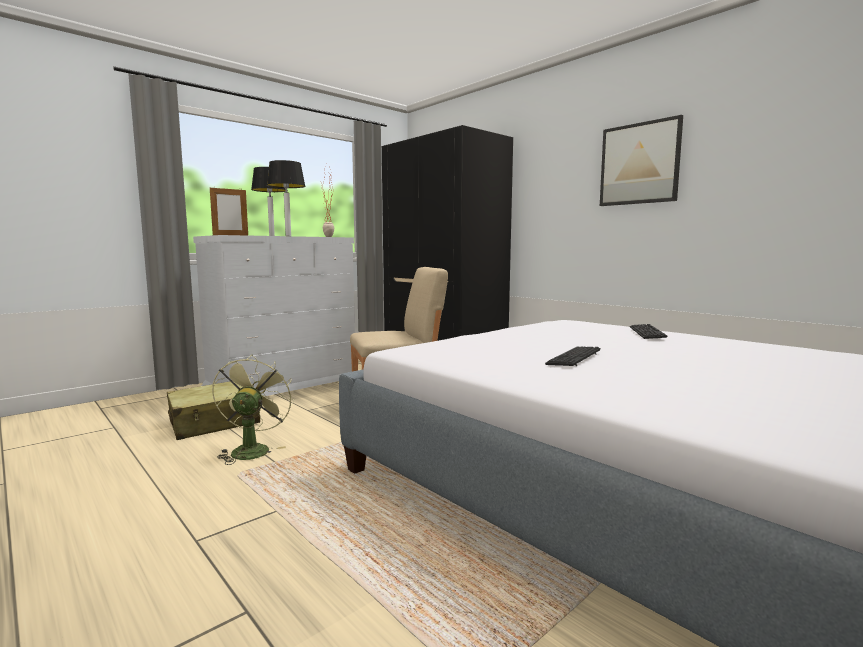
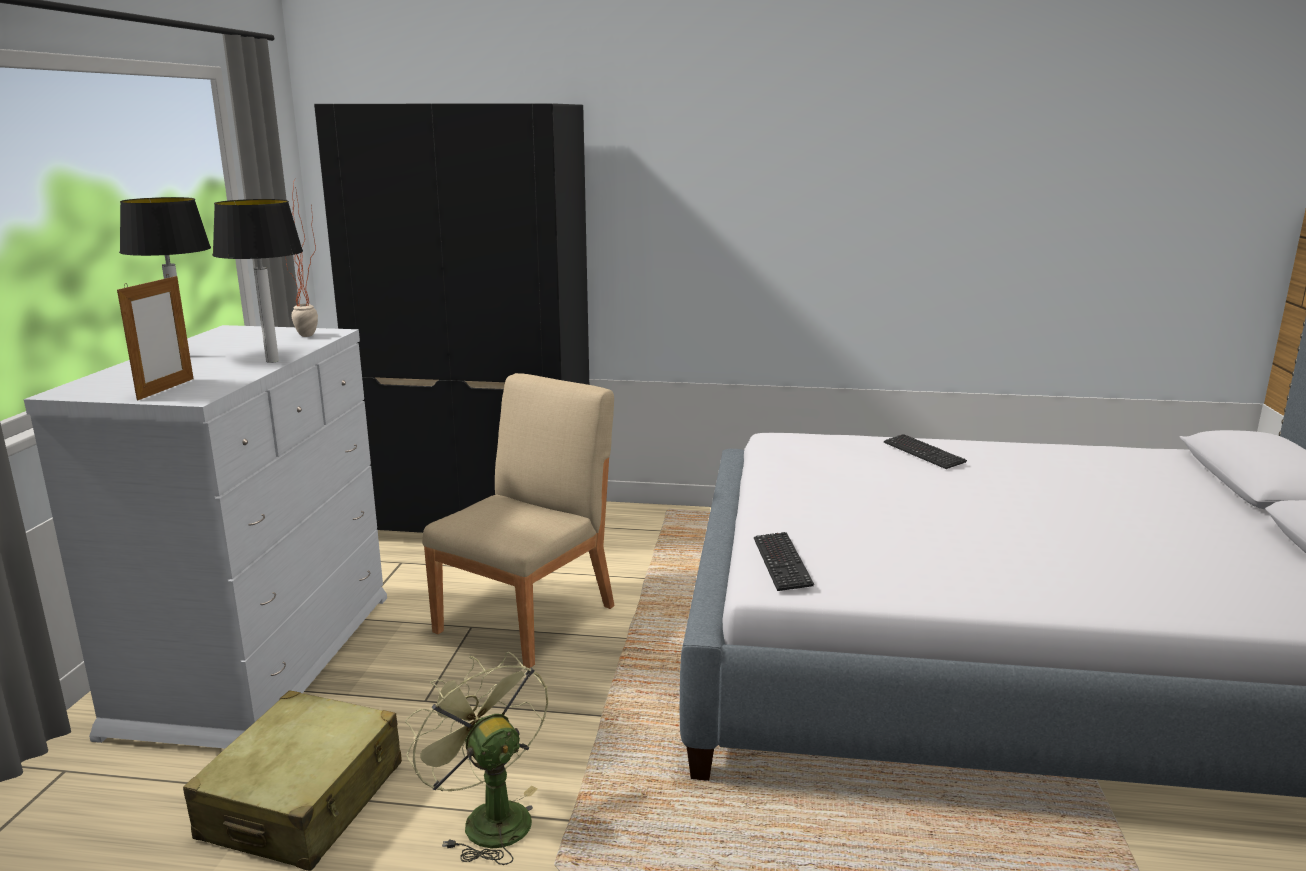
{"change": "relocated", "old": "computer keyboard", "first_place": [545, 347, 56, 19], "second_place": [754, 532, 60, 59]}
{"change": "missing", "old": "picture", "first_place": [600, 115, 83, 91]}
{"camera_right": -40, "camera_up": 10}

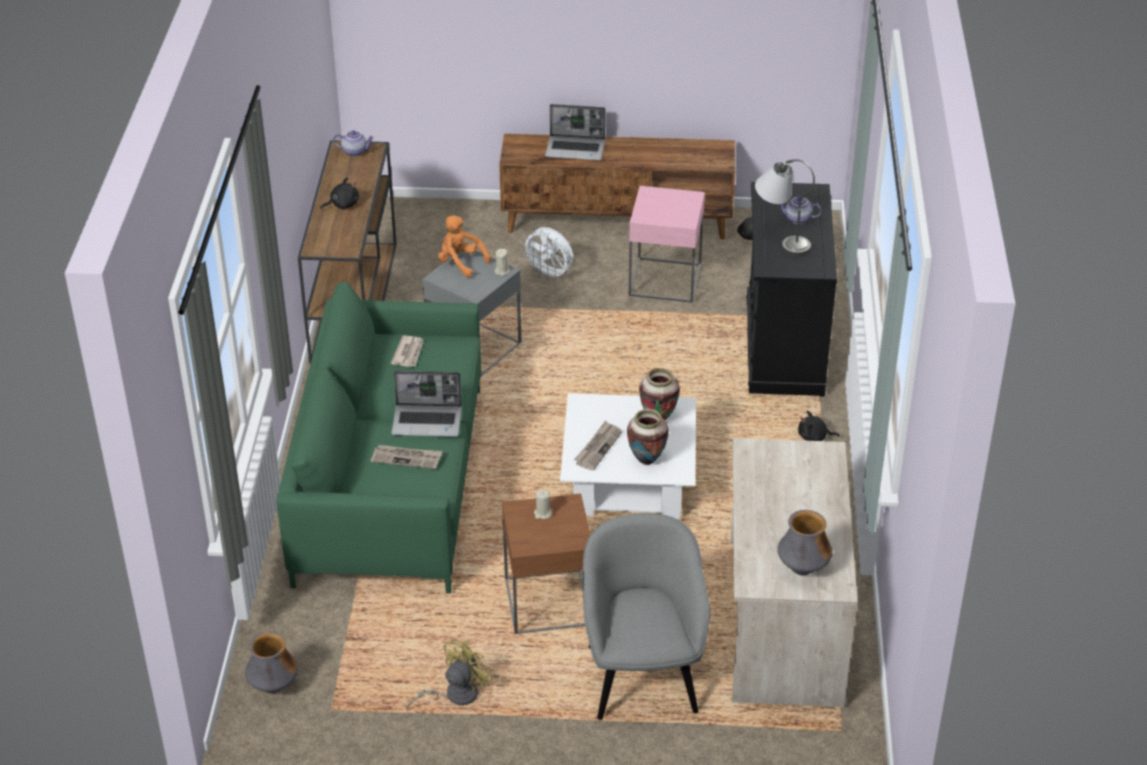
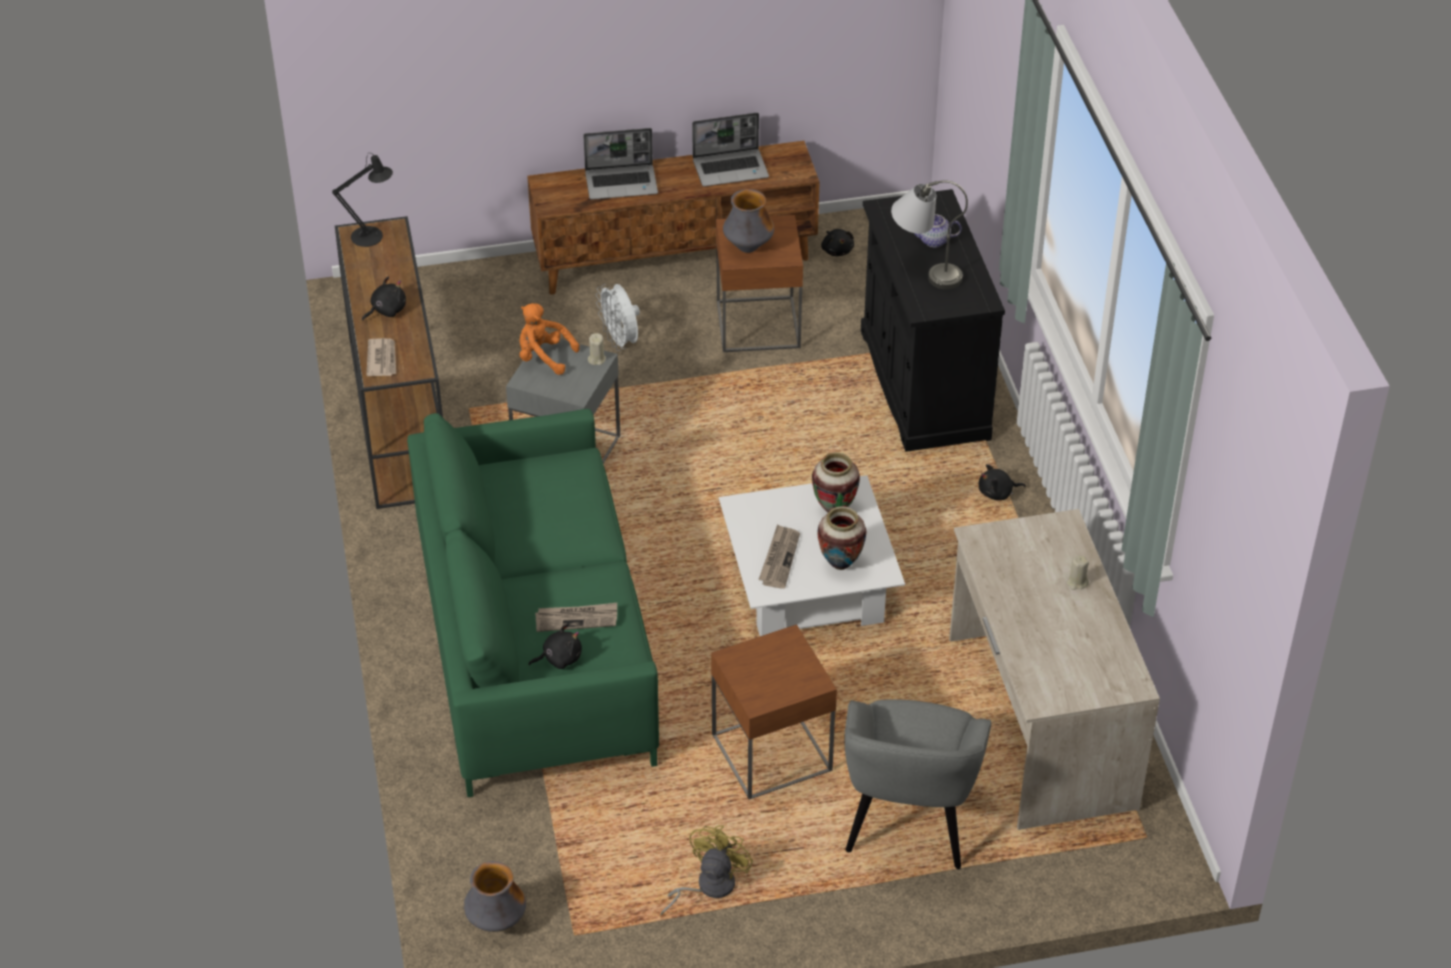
{"change": "exchanged", "old": "tea pot", "new": "lamp for a table/blackish", "first_place": [333, 130, 42, 27], "second_place": [332, 153, 61, 94]}
{"change": "relocated", "old": "printed paper", "first_place": [391, 335, 33, 32], "second_place": [366, 338, 30, 38]}
{"change": "relocated", "old": "laptop", "first_place": [391, 371, 71, 66], "second_place": [692, 113, 77, 74]}
{"change": "spun", "old": "fan/whitish", "first_place": [521, 227, 52, 54], "second_place": [596, 284, 44, 67], "degrees": 45}
{"change": "relocated", "old": "candle/beige", "first_place": [534, 489, 18, 30], "second_place": [1067, 555, 22, 35]}
{"change": "spun", "old": "easy chair/greyish", "first_place": [583, 513, 127, 207], "second_place": [844, 699, 147, 171], "degrees": -150}
{"change": "colour", "old": "accent table/pink", "new": "accent table/brownish", "first_place": [628, 186, 77, 117], "second_place": [716, 215, 87, 137]}
{"change": "relocated", "old": "vase", "first_place": [777, 510, 56, 65], "second_place": [723, 189, 51, 64]}
{"change": "appeared", "new": "soft toy/blackish", "second_place": [528, 624, 54, 45]}
{"camera_right": -15, "camera_up": 5}

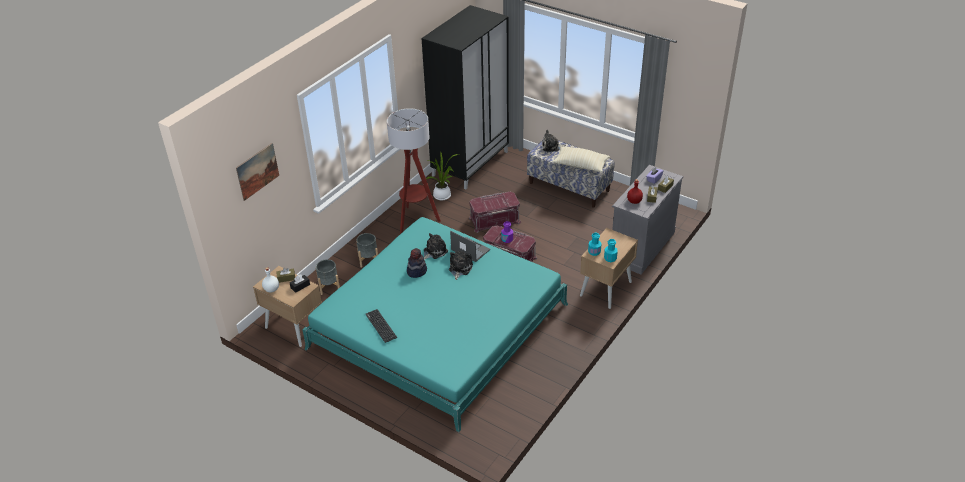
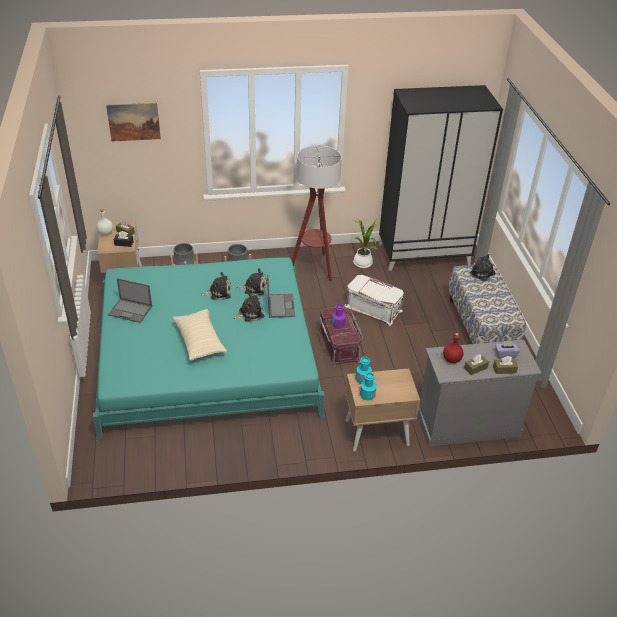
{"change": "exchanged", "old": "computer keyboard", "new": "laptop", "first_place": [365, 309, 32, 34], "second_place": [108, 278, 44, 45]}
{"change": "exchanged", "old": "wearable hat", "new": "soft toy", "first_place": [407, 248, 20, 30], "second_place": [201, 272, 30, 28]}
{"change": "colour", "old": "storage box/red", "new": "storage box/whitish", "first_place": [469, 192, 52, 41], "second_place": [345, 275, 59, 52]}
{"change": "relocated", "old": "throw pillow/beige", "first_place": [553, 146, 57, 26], "second_place": [172, 309, 55, 51]}
{"camera_right": 45, "camera_up": 0}

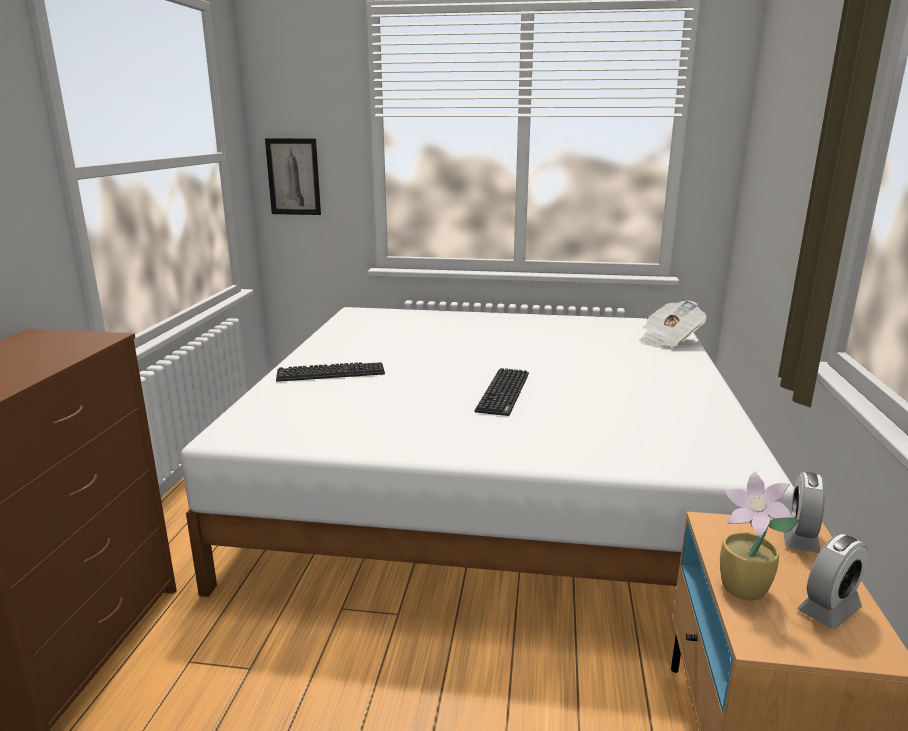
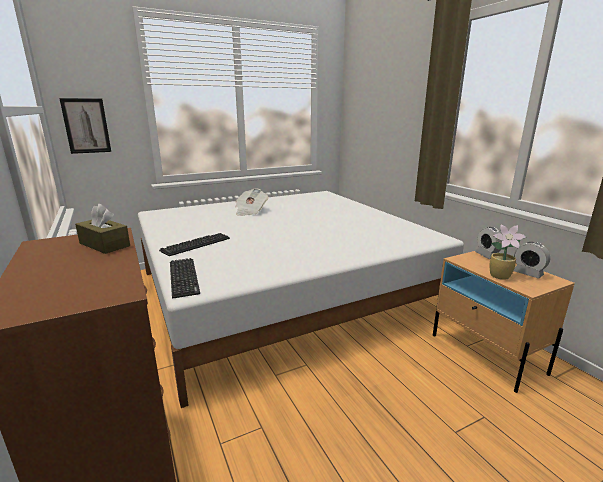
{"change": "relocated", "old": "computer keyboard", "first_place": [475, 368, 54, 48], "second_place": [170, 258, 30, 40]}
{"change": "relocated", "old": "printed paper", "first_place": [639, 301, 68, 46], "second_place": [235, 188, 33, 28]}
{"change": "spun", "old": "table clock", "first_place": [797, 534, 71, 95], "second_place": [514, 242, 37, 36], "degrees": 120}
{"change": "appeared", "new": "tissue holder/brownish", "second_place": [75, 204, 55, 50]}
{"camera_right": -35, "camera_up": 0}

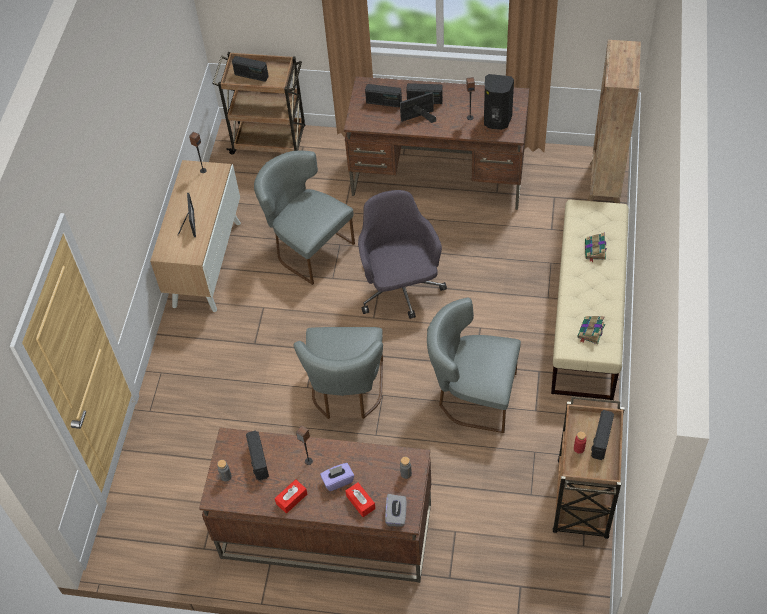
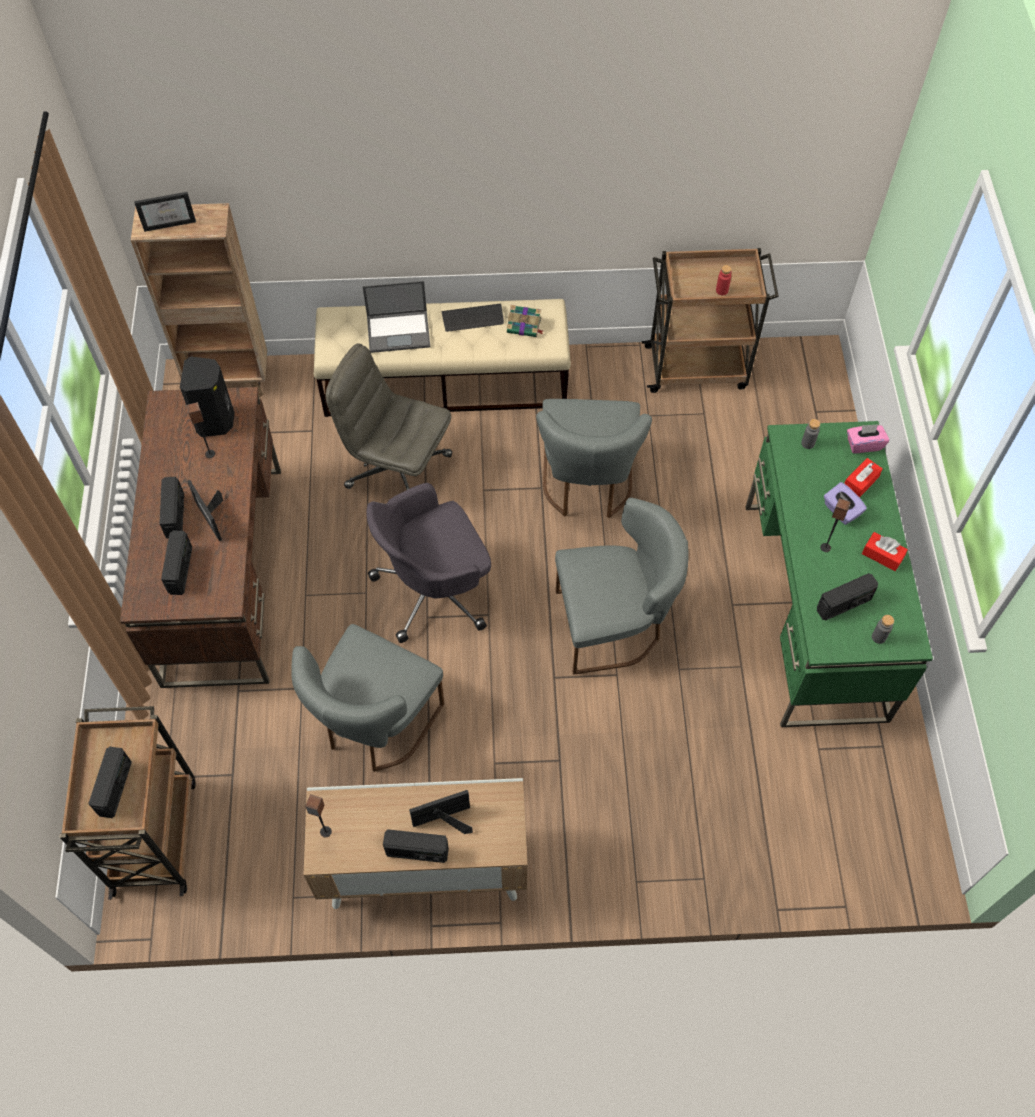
{"change": "colour", "old": "desk table/brownish", "new": "desk table/green", "first_place": [199, 428, 232, 155], "second_place": [746, 421, 187, 306]}
{"change": "colour", "old": "tissue holder/greyish", "new": "tissue holder/pink", "first_place": [385, 494, 21, 33], "second_place": [847, 424, 43, 29]}
{"change": "exchanged", "old": "bound book", "new": "laptop", "first_place": [585, 233, 22, 29], "second_place": [363, 281, 68, 72]}
{"change": "relocated", "old": "radio set", "first_place": [591, 410, 23, 50], "second_place": [383, 829, 66, 34]}
{"change": "appeared", "new": "photo frame", "second_place": [134, 192, 62, 40]}
{"change": "appeared", "new": "office chair/greyish", "second_place": [326, 343, 126, 147]}
{"change": "appeared", "new": "computer keyboard", "second_place": [442, 304, 62, 28]}
{"camera_right": -105, "camera_up": 5}

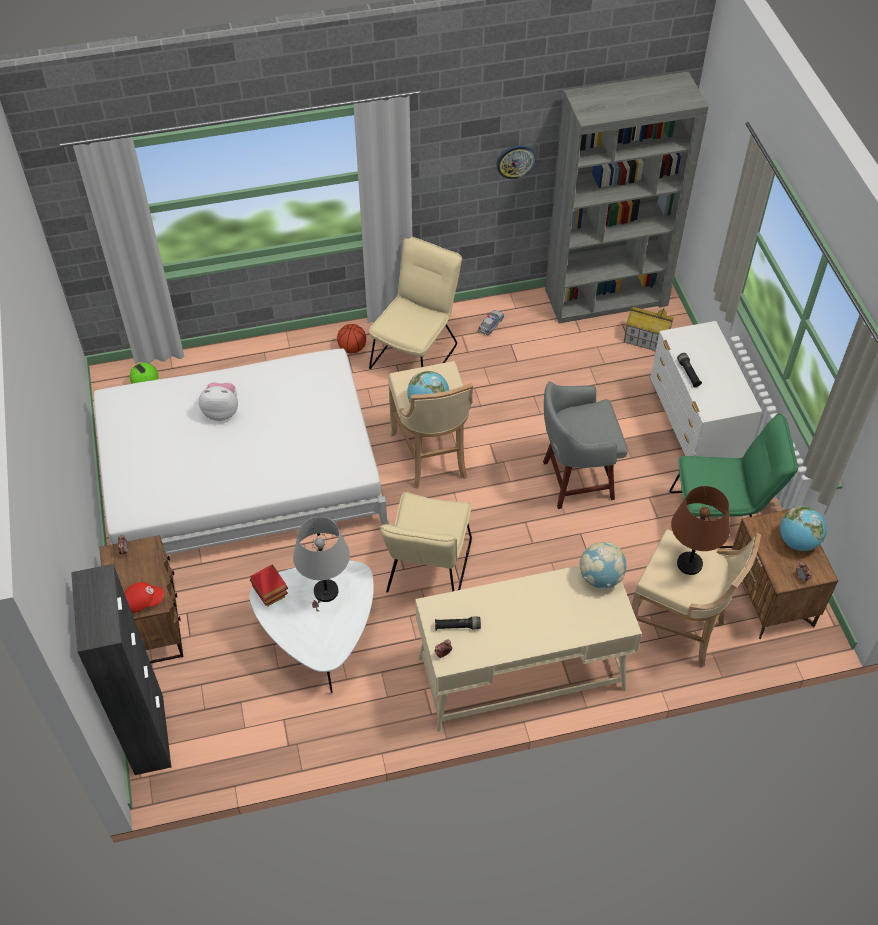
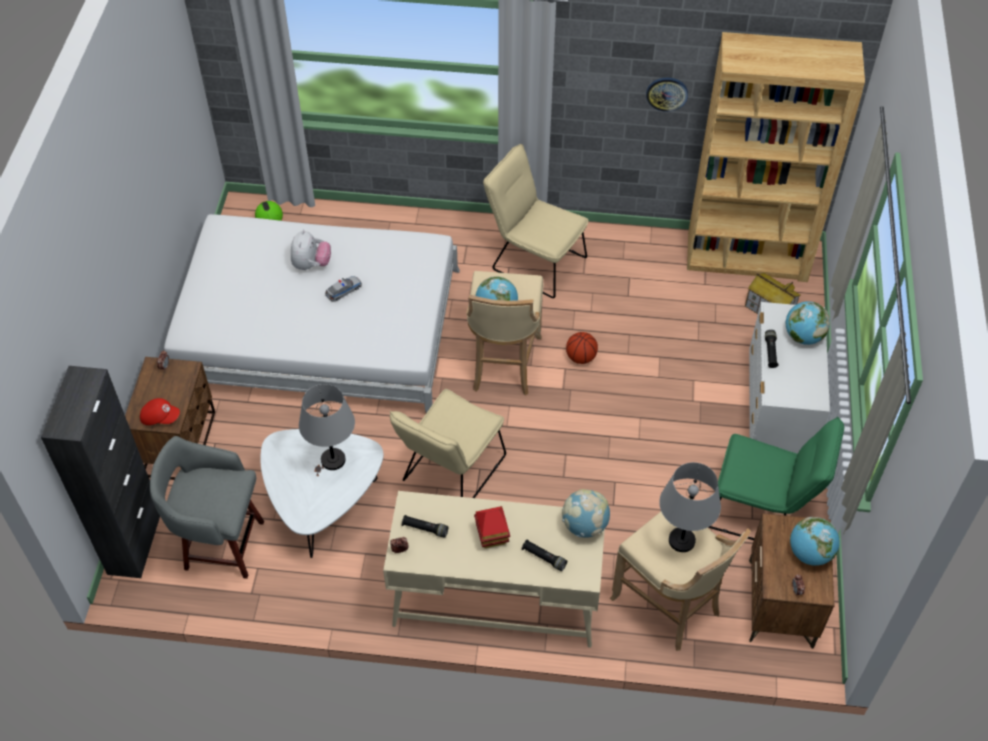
{"change": "spun", "old": "soft toy", "first_place": [199, 382, 39, 39], "second_place": [291, 230, 40, 40], "degrees": 75}
{"change": "relocated", "old": "miniature house", "first_place": [250, 564, 38, 43], "second_place": [474, 506, 36, 42]}
{"change": "relocated", "old": "basketball ball", "first_place": [337, 324, 29, 29], "second_place": [566, 332, 32, 32]}
{"change": "spun", "old": "plain chair/beige", "first_place": [369, 236, 93, 133], "second_place": [483, 144, 105, 154], "degrees": -105}
{"change": "relocated", "old": "toy car", "first_place": [478, 310, 26, 25], "second_place": [325, 276, 37, 26]}
{"change": "relocated", "old": "stool seat/greyish", "first_place": [543, 381, 85, 128], "second_place": [150, 436, 114, 143]}
{"change": "colour", "old": "bookcase/greyish", "new": "bookcase/brownish", "first_place": [545, 72, 164, 252], "second_place": [687, 32, 178, 250]}
{"change": "colour", "old": "lamp for a table/brownish", "new": "lamp for a table/greyish", "first_place": [671, 486, 59, 89], "second_place": [659, 462, 62, 90]}
{"change": "appeared", "new": "flashlight/blackish", "second_place": [522, 539, 45, 32]}
{"change": "appeared", "new": "globe", "second_place": [786, 301, 44, 44]}
{"camera_right": 20, "camera_up": 0}

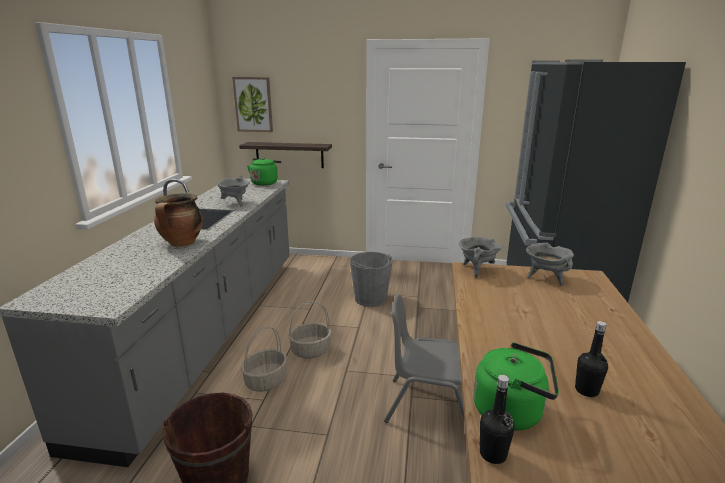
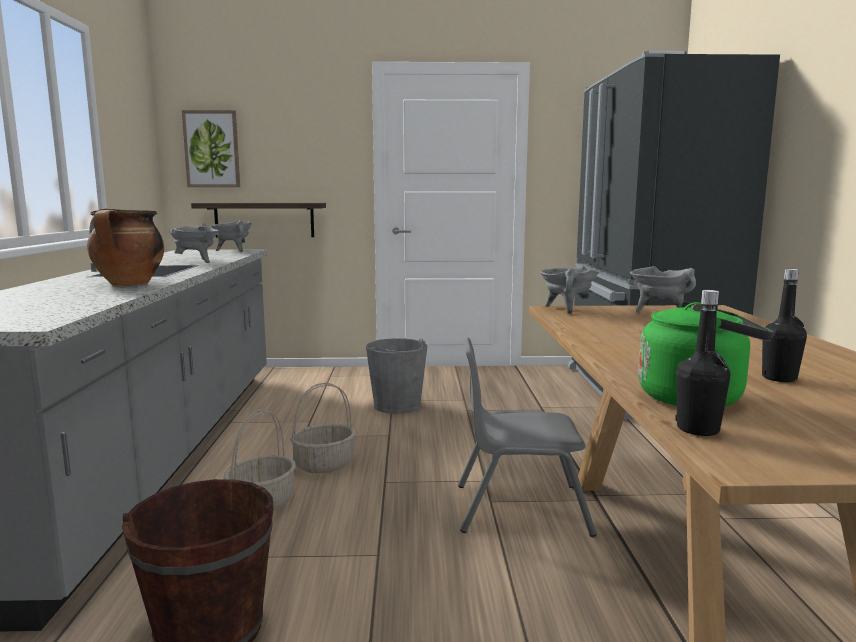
{"change": "exchanged", "old": "kettle/green", "new": "saucepot/greyish", "first_place": [247, 158, 34, 28], "second_place": [210, 220, 42, 32]}
{"camera_right": -10, "camera_up": -10}

